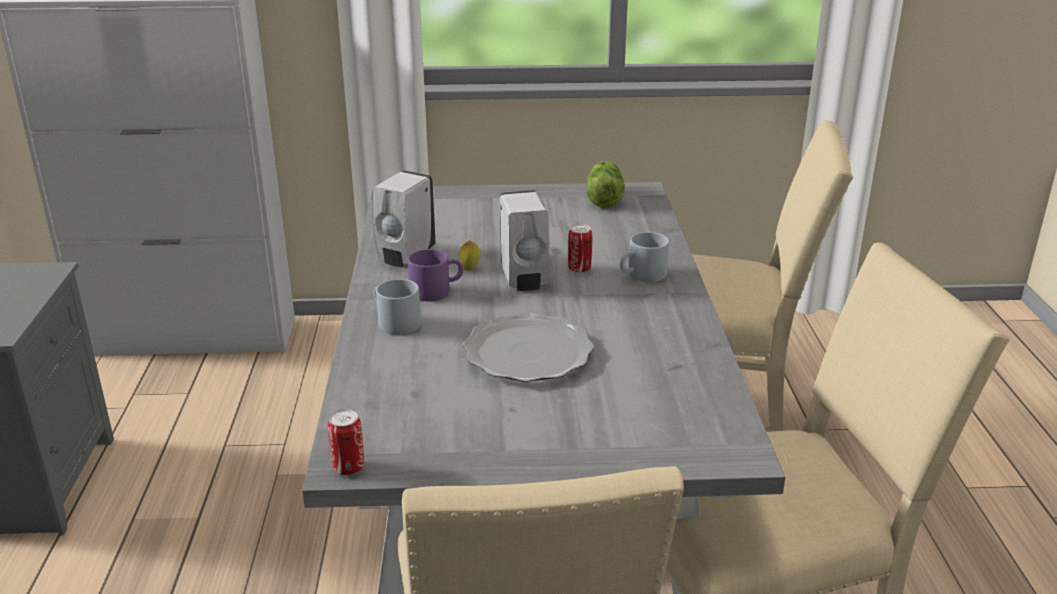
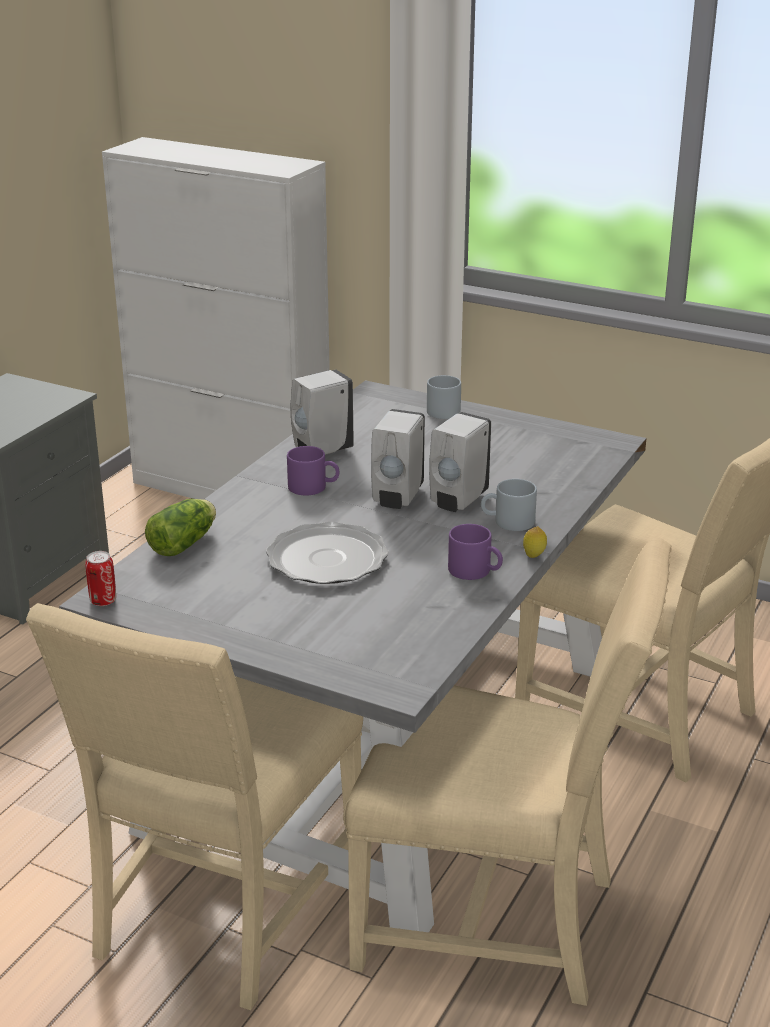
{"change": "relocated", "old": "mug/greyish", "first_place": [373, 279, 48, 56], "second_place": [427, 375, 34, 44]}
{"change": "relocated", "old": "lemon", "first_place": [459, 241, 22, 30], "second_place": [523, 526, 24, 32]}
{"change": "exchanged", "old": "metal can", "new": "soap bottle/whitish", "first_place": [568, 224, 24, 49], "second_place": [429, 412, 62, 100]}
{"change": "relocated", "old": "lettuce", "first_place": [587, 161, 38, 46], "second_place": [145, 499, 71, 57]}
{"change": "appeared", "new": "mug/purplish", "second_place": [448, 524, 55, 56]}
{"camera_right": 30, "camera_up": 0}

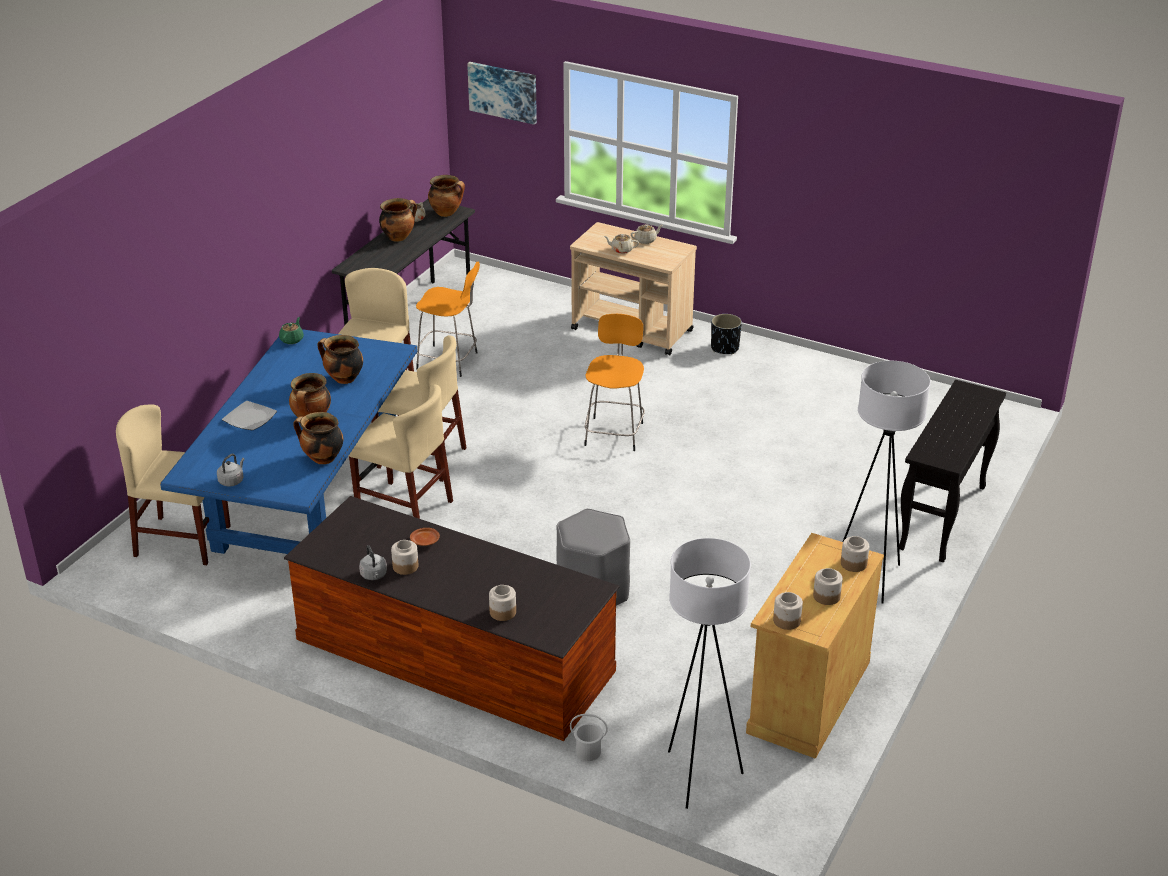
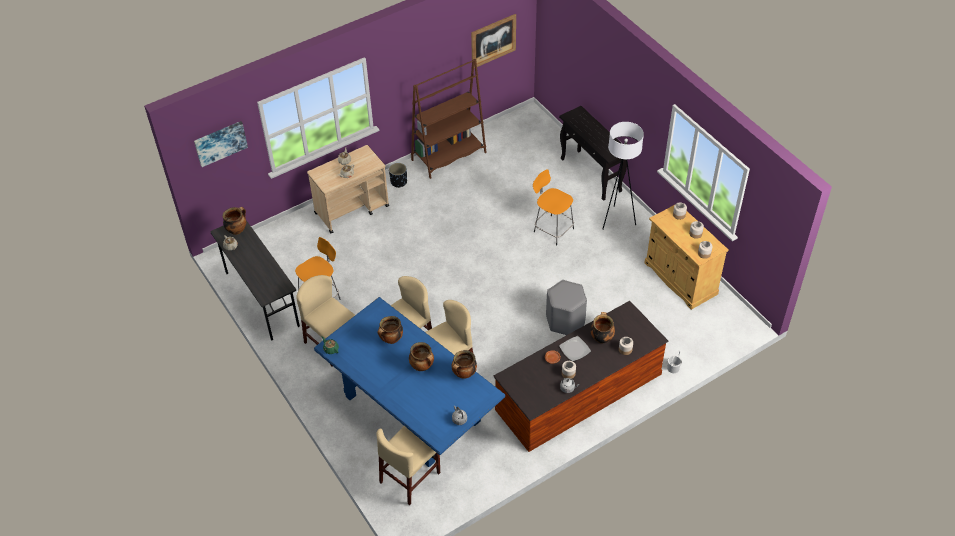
{"change": "relocated", "old": "plate", "first_place": [222, 401, 55, 29], "second_place": [559, 336, 32, 25]}
{"change": "relocated", "old": "saucepot", "first_place": [379, 198, 38, 44], "second_place": [591, 312, 24, 31]}
{"change": "relocated", "old": "stool seat/orange", "first_place": [584, 314, 61, 137], "second_place": [533, 169, 41, 76]}
{"change": "missing", "old": "standing lamp/whitish", "first_place": [668, 538, 83, 271]}
{"change": "appeared", "new": "bookcase/brownish", "second_place": [411, 59, 76, 120]}
{"change": "appeared", "new": "picture", "second_place": [471, 14, 45, 54]}
{"camera_right": -60, "camera_up": 15}

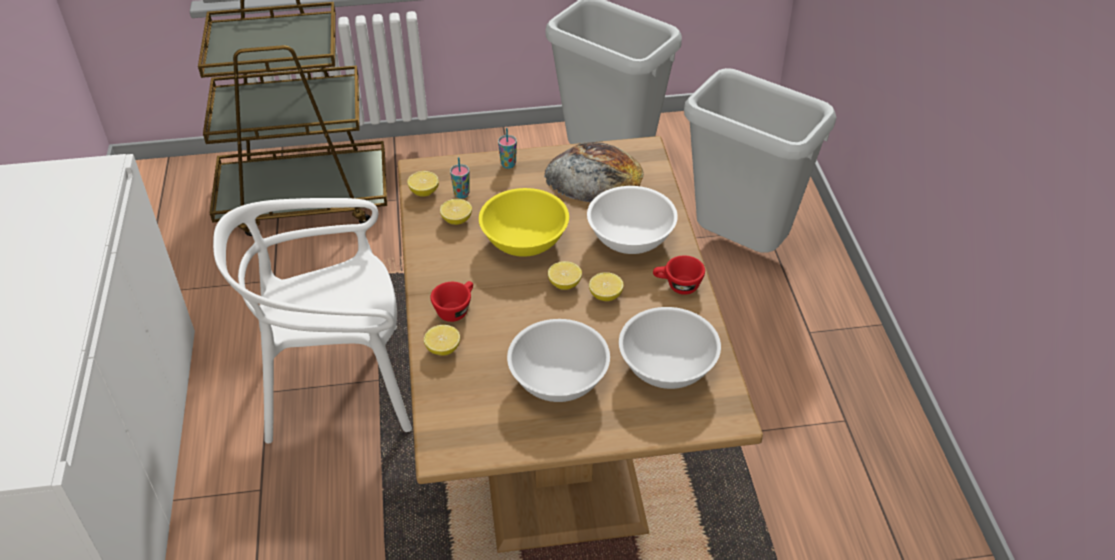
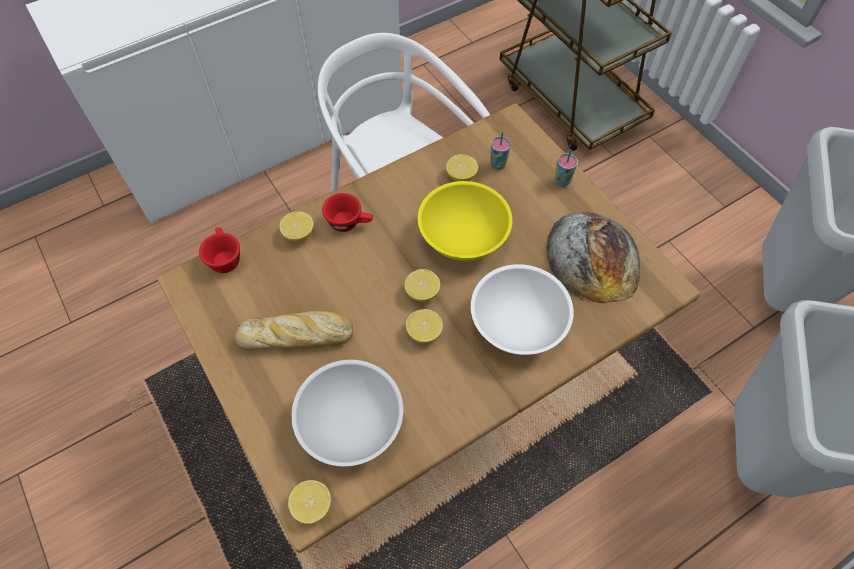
{"change": "relocated", "old": "lemon", "first_place": [407, 171, 32, 26], "second_place": [288, 480, 43, 44]}
{"change": "exchanged", "old": "deep dish/whitish", "new": "bread", "first_place": [507, 319, 103, 83], "second_place": [235, 310, 118, 40]}
{"change": "relocated", "old": "cup/red", "first_place": [653, 255, 52, 40], "second_place": [199, 227, 41, 46]}
{"camera_right": 65, "camera_up": 15}

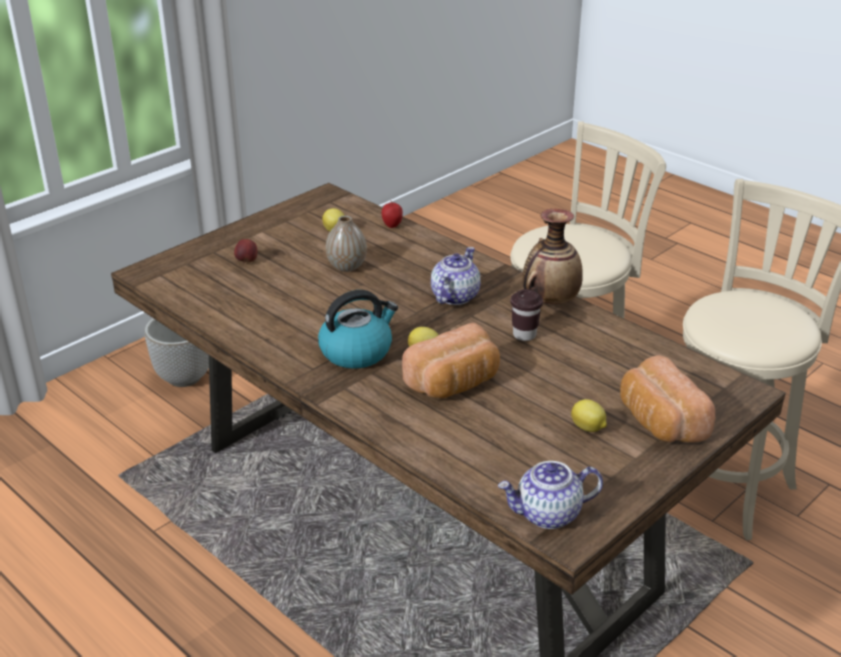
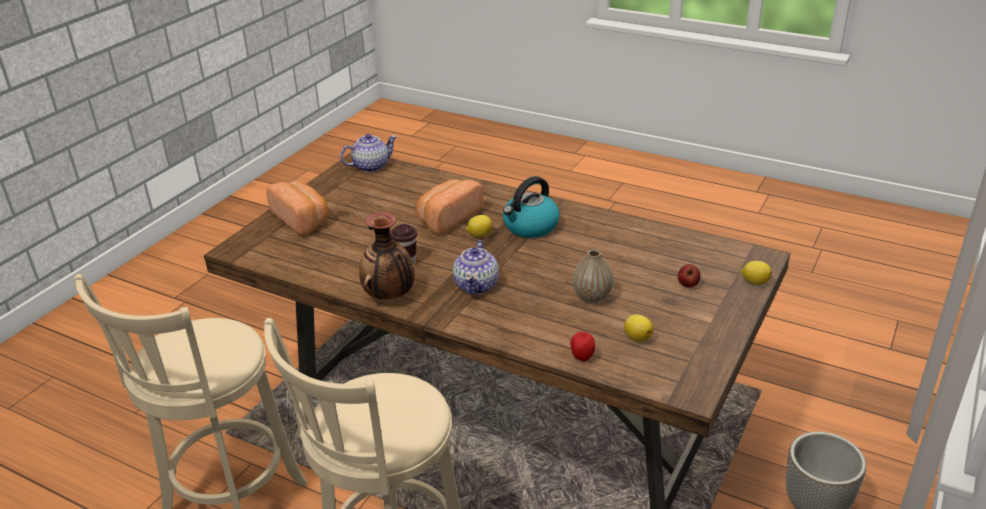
{"change": "relocated", "old": "lemon", "first_place": [571, 399, 36, 33], "second_place": [741, 261, 31, 24]}
{"camera_right": 165, "camera_up": 0}

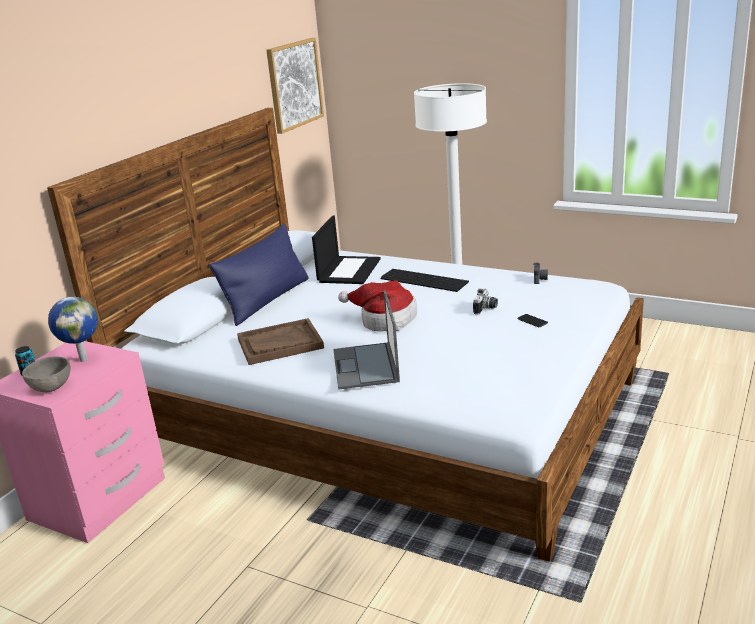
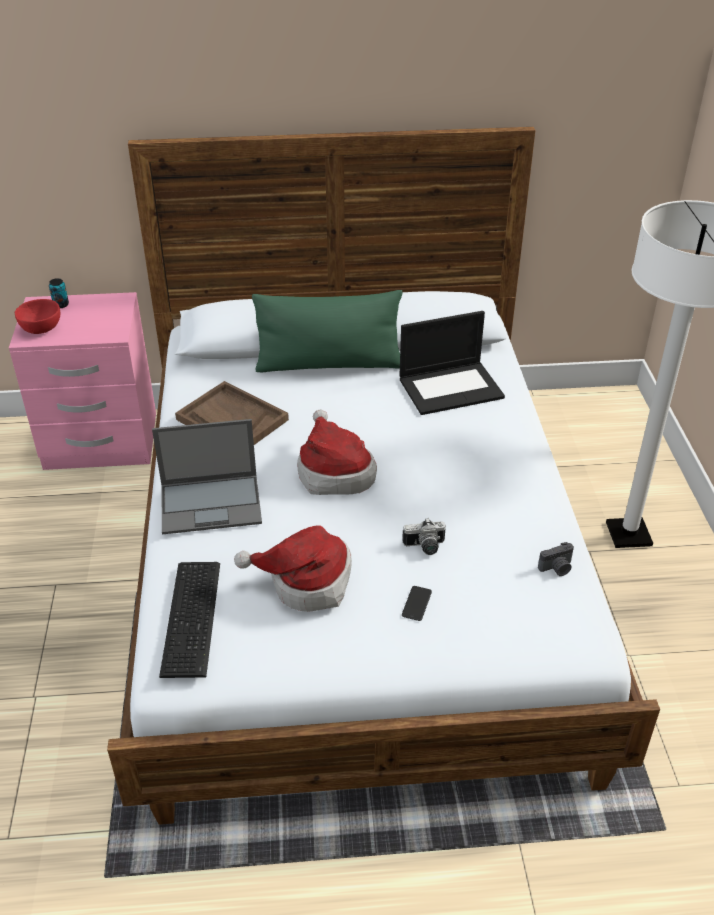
{"change": "colour", "old": "deep dish/greyish", "new": "deep dish/red", "first_place": [22, 357, 49, 35], "second_place": [15, 299, 45, 35]}
{"change": "missing", "old": "globe", "first_place": [48, 297, 50, 65]}
{"change": "colour", "old": "throw pillow/blue", "new": "throw pillow/green", "first_place": [209, 224, 100, 102], "second_place": [252, 290, 151, 82]}
{"change": "missing", "old": "picture", "first_place": [266, 38, 58, 96]}
{"change": "spun", "old": "laptop", "first_place": [333, 291, 67, 99], "second_place": [152, 419, 110, 115], "degrees": -150}
{"change": "relocated", "old": "computer keyboard", "first_place": [381, 269, 88, 23], "second_place": [159, 562, 61, 116]}
{"change": "appeared", "new": "wearable hat", "second_place": [234, 525, 118, 87]}
{"camera_right": 55, "camera_up": 15}

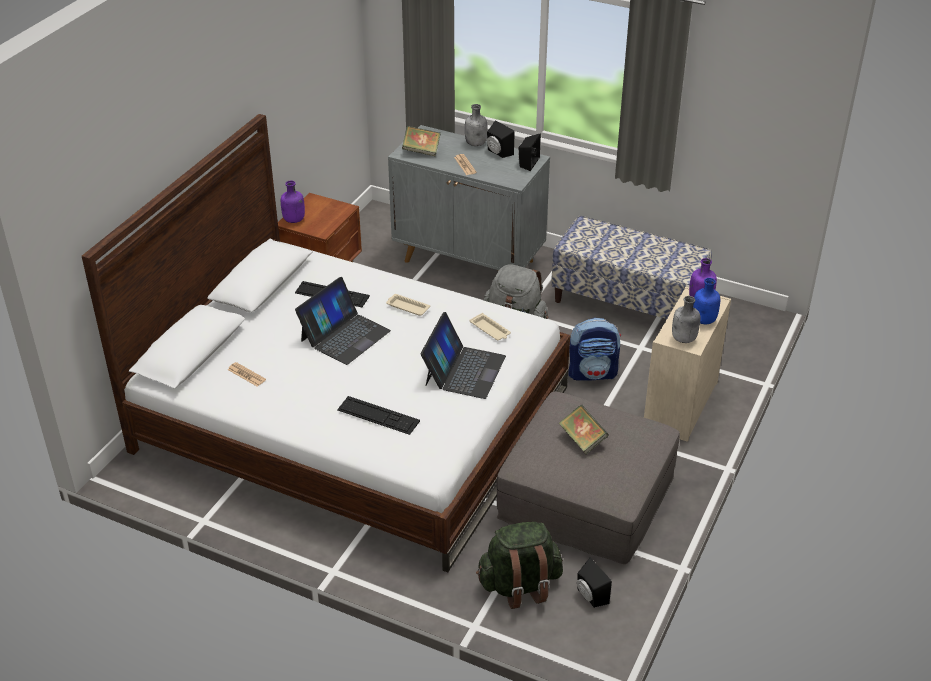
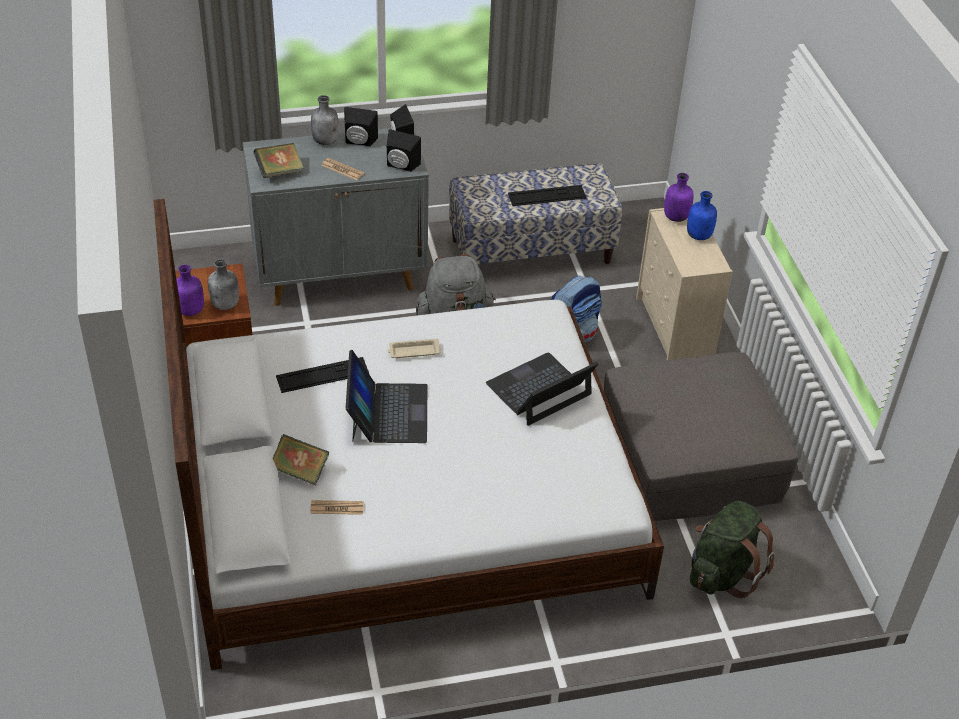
{"change": "relocated", "old": "computer keyboard", "first_place": [337, 396, 83, 39], "second_place": [508, 185, 78, 21]}
{"change": "spun", "old": "laptop", "first_place": [421, 312, 85, 87], "second_place": [486, 352, 112, 74], "degrees": -105}
{"change": "missing", "old": "serving tray/beige", "first_place": [469, 313, 42, 27]}
{"change": "relocated", "old": "bound book", "first_place": [559, 405, 50, 49], "second_place": [272, 434, 57, 51]}
{"change": "relocated", "old": "loudspeaker/blackish", "first_place": [577, 558, 35, 50], "second_place": [387, 129, 34, 43]}
{"change": "relocated", "old": "beverage bottle/greyish", "first_place": [672, 296, 28, 47], "second_place": [208, 259, 31, 51]}
{"camera_right": -40, "camera_up": 5}

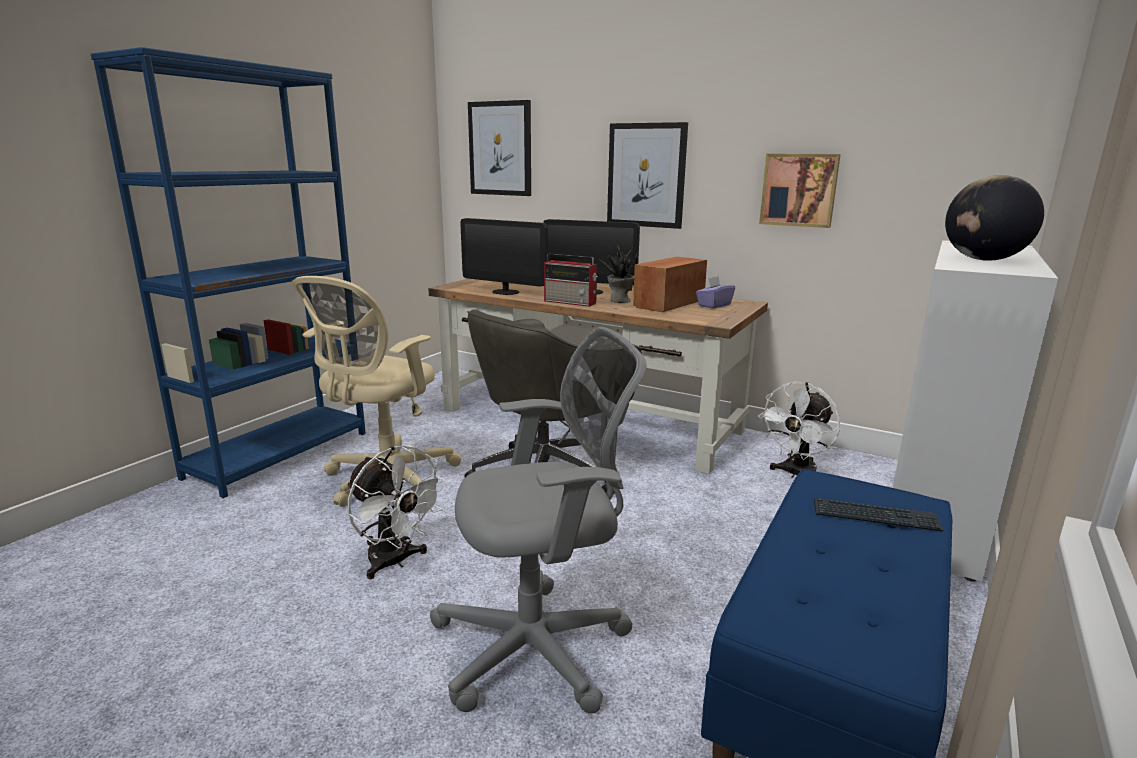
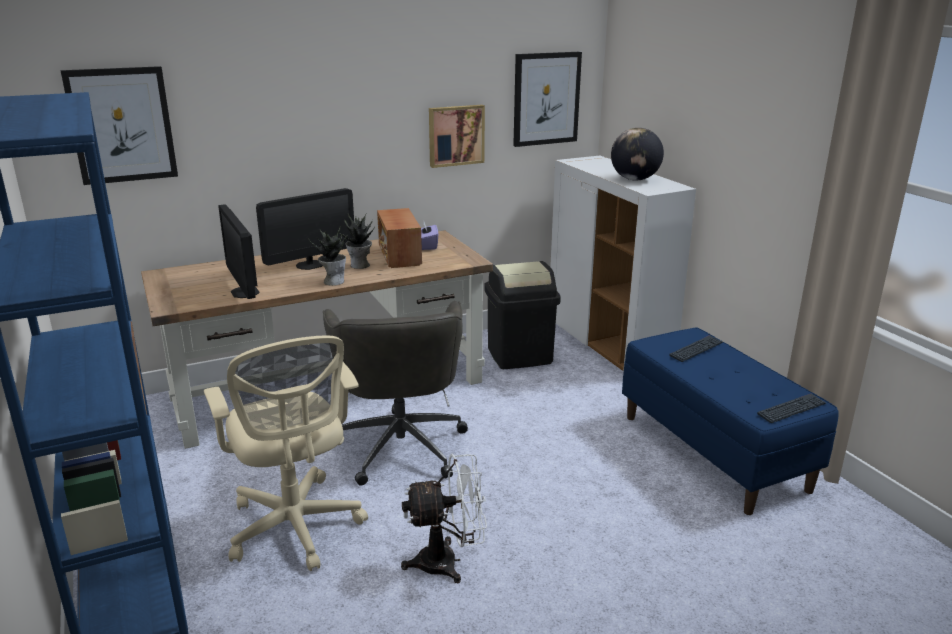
{"change": "missing", "old": "office chair/greyish", "first_place": [430, 327, 216, 386]}
{"change": "spun", "old": "monitor", "first_place": [460, 218, 88, 77], "second_place": [218, 204, 42, 95], "degrees": 90}
{"change": "exchanged", "old": "radio set", "new": "houseplant", "first_place": [544, 253, 54, 54], "second_place": [308, 226, 40, 60]}
{"change": "relocated", "old": "picture", "first_place": [607, 122, 81, 107], "second_place": [513, 52, 69, 95]}
{"change": "exchanged", "old": "fan/whitish", "new": "rubbish bin/blackish", "first_place": [758, 381, 82, 97], "second_place": [484, 261, 77, 108]}
{"change": "appeared", "new": "computer keyboard", "second_place": [757, 394, 69, 29]}
{"camera_right": -55, "camera_up": 5}

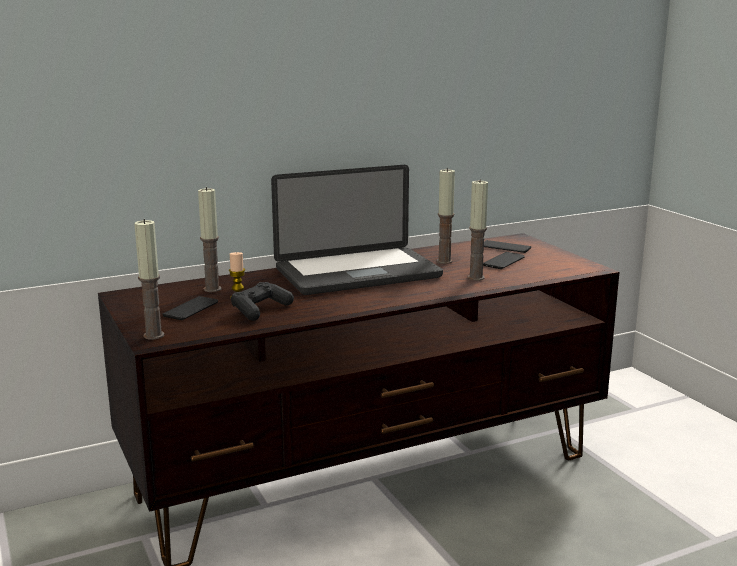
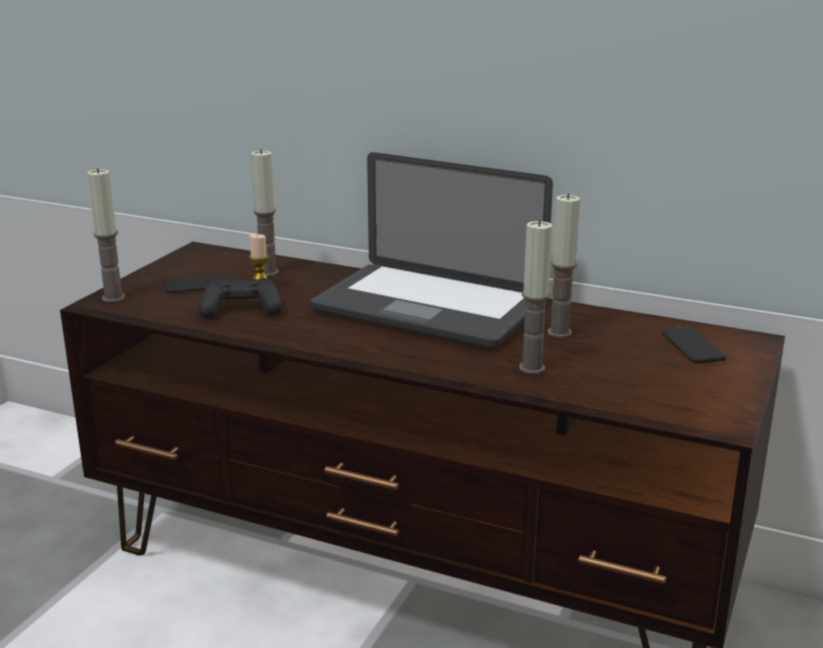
{"change": "missing", "old": "phone", "first_place": [483, 252, 42, 17]}
{"camera_right": 50, "camera_up": 5}

